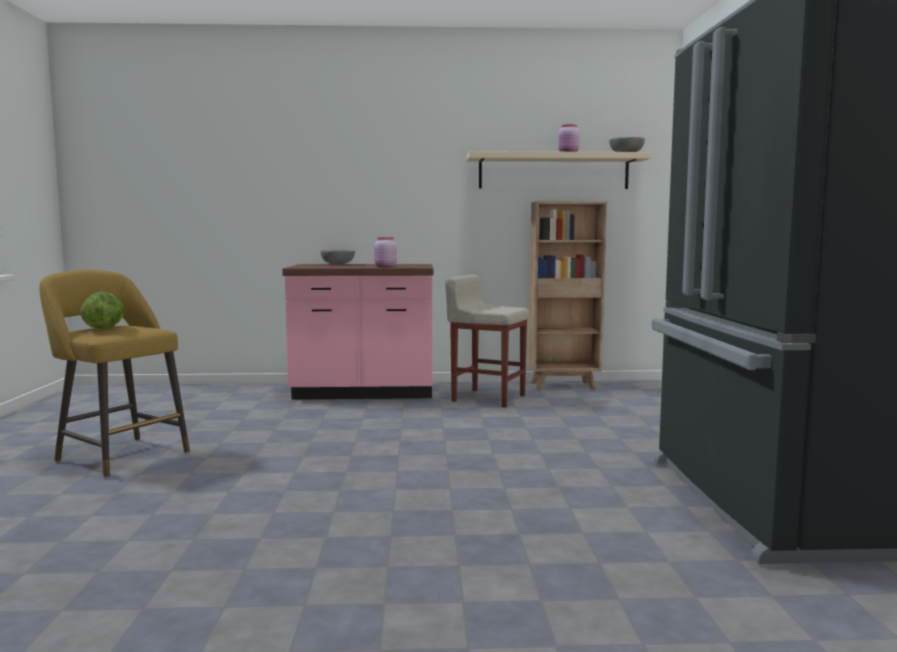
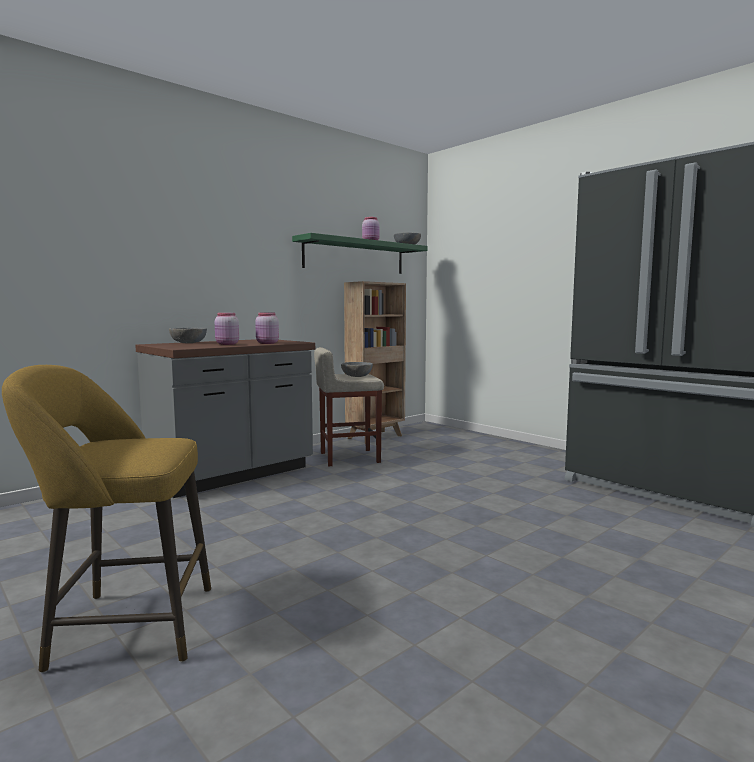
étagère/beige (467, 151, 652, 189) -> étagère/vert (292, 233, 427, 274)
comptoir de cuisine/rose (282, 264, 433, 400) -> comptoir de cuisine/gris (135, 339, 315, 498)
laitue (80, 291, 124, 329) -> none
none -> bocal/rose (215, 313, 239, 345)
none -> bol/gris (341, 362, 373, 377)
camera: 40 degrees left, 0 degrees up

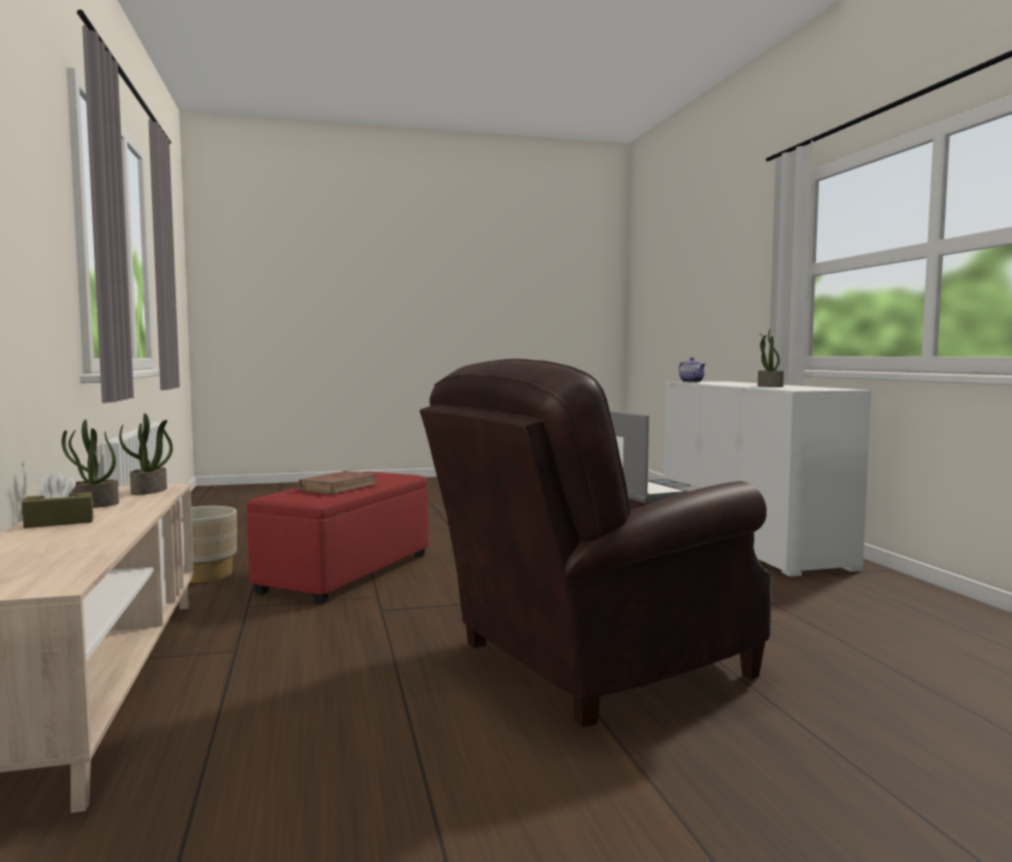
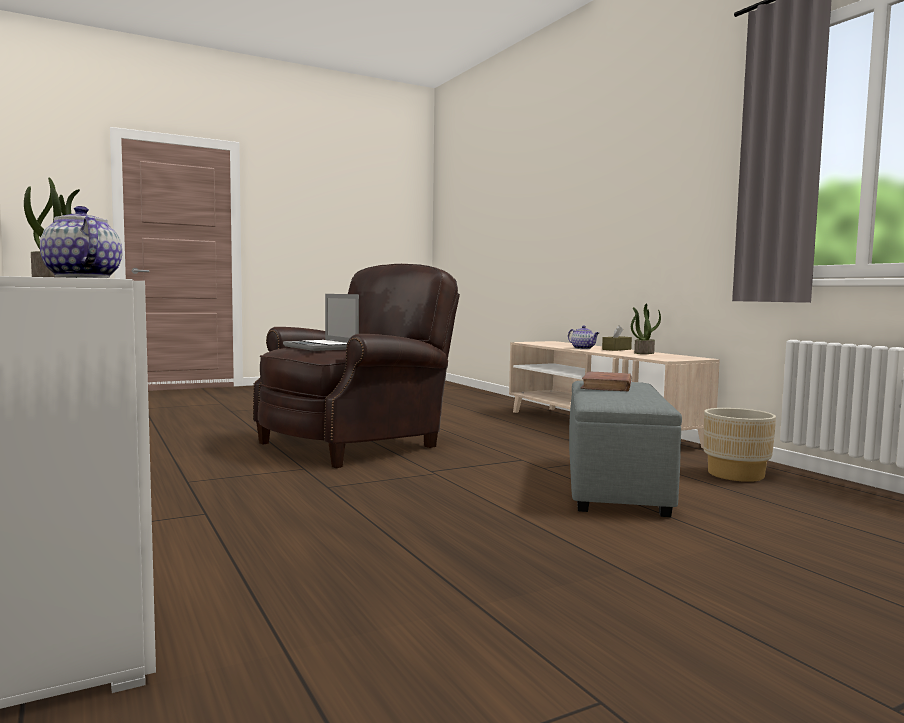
plante en pot (119, 413, 173, 495) -> none
pouf/rouge (247, 472, 429, 604) -> pouf/gris (569, 380, 682, 517)
none -> théière (568, 325, 599, 349)
camera: 165 degrees right, 0 degrees up

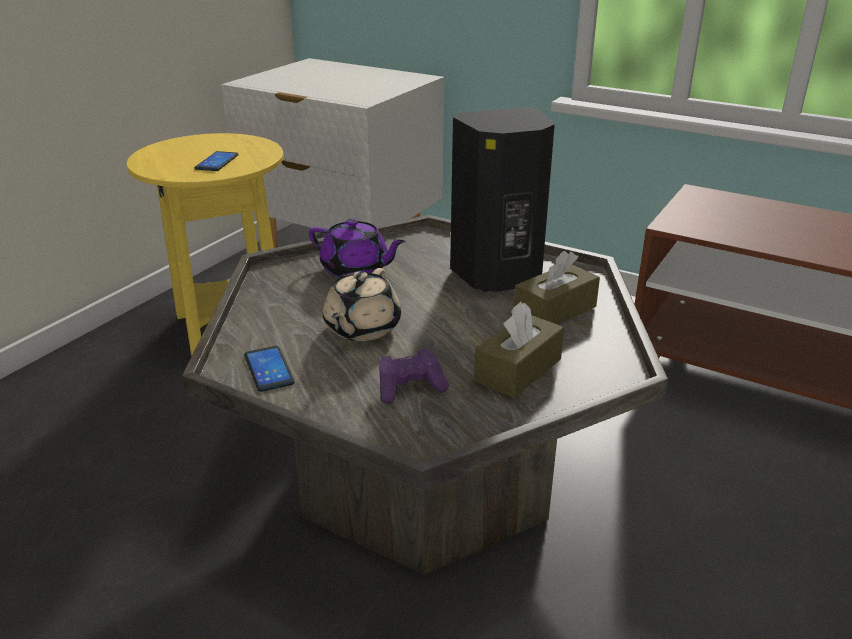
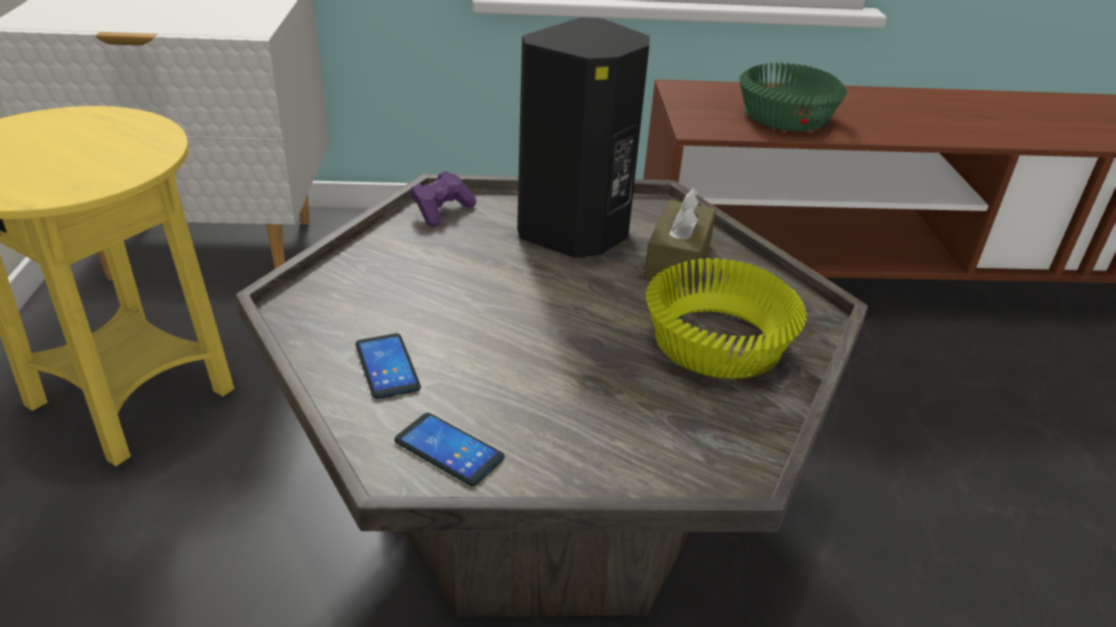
téléphone (194, 151, 239, 171) -> téléphone (356, 333, 421, 399), relocated
théière/violet (309, 219, 406, 278) -> none
théière/beige (323, 268, 401, 341) -> none
boîte à mouchoirs/marron (474, 302, 564, 398) -> bol/jaune (646, 258, 807, 379)
manette/violet (379, 349, 449, 404) -> manette/violet (410, 171, 476, 227), relocated
none -> bol/vert (739, 63, 847, 132)
camera: 35 degrees left, 5 degrees up

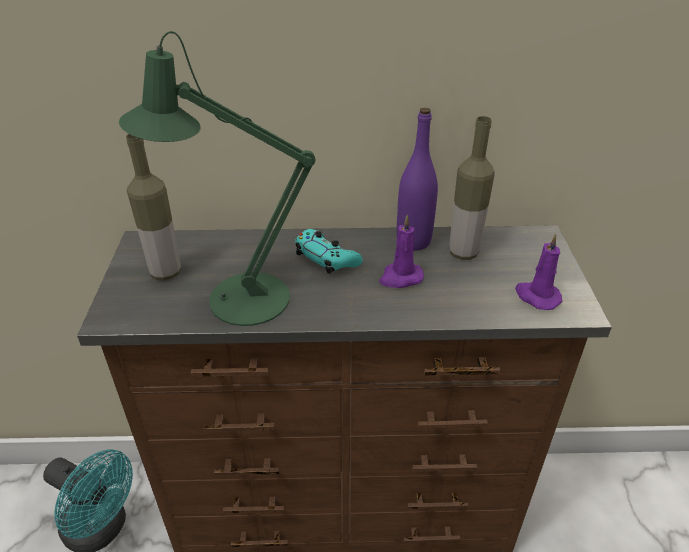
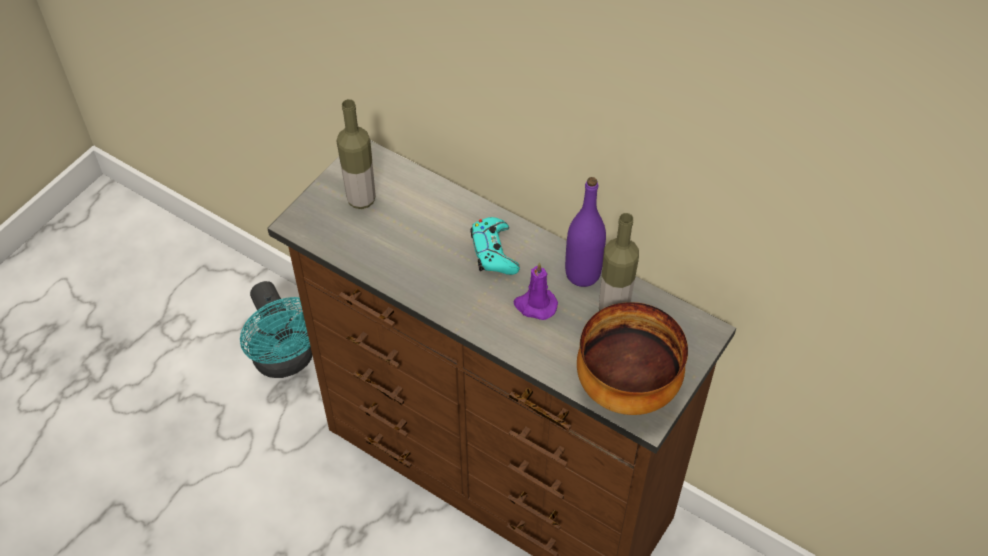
lampe de table/vert (119, 31, 316, 326) -> none
bougie/violet (515, 233, 562, 310) -> bol (577, 302, 688, 415)
camera: 35 degrees right, 15 degrees up

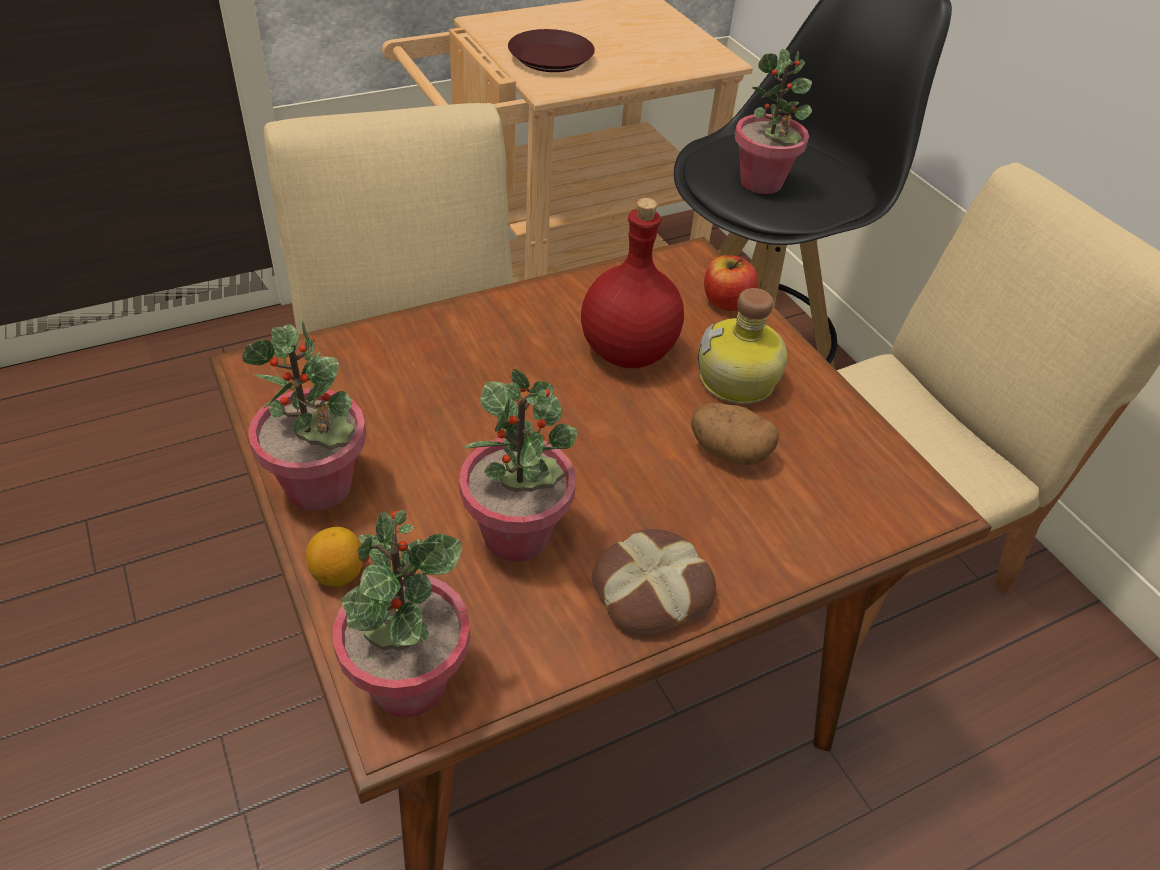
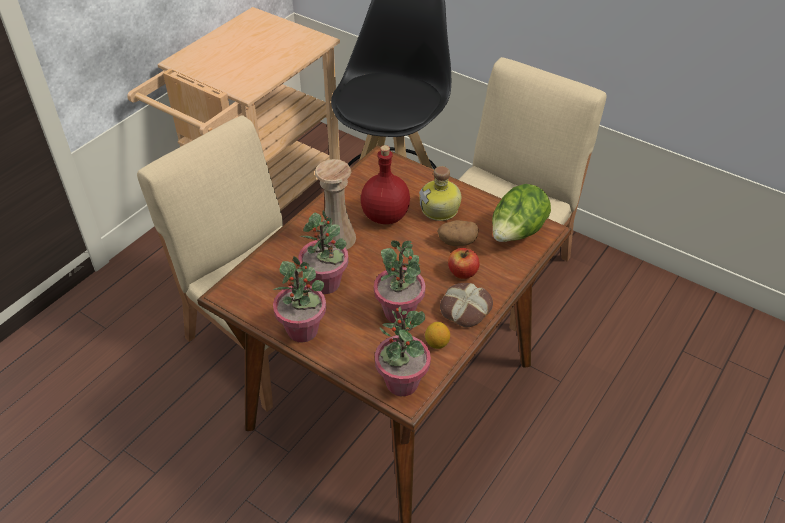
assiette/marron (508, 29, 595, 72) -> none
plante en pot (735, 49, 812, 194) -> plante en pot (298, 210, 349, 294), relocated
pomme (704, 255, 758, 311) -> pomme (448, 248, 480, 279), relocated
citron (306, 527, 363, 587) -> citron (425, 322, 450, 349), relocated
none -> vase/beige (315, 159, 356, 249)
none -> laitue (492, 184, 551, 242)
camera: 25 degrees left, 0 degrees up

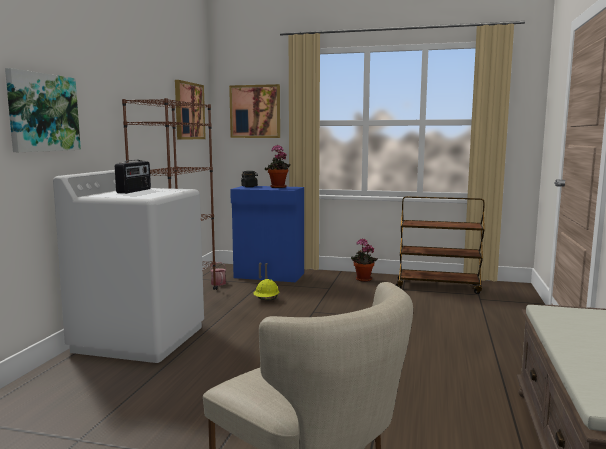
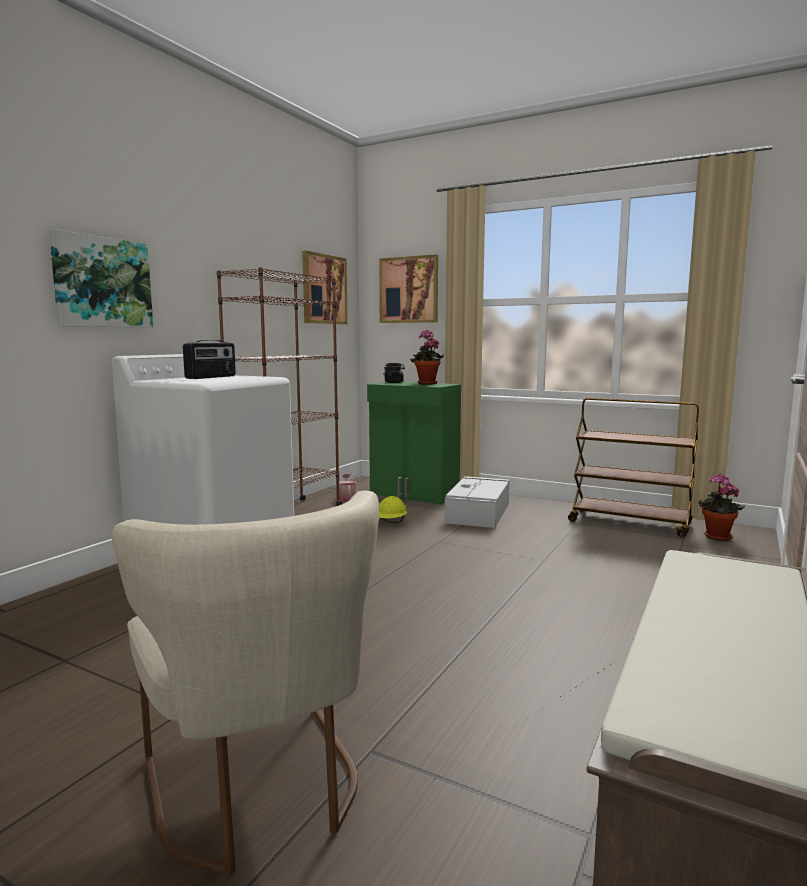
meuble de rangement/bleu (230, 186, 304, 282) -> meuble de rangement/vert (367, 382, 461, 504)
plante en pot (351, 238, 378, 282) -> plante en pot (699, 473, 745, 541), relocated
none -> boîte de rangement/gris (444, 476, 510, 528)
camera: 15 degrees right, 0 degrees up

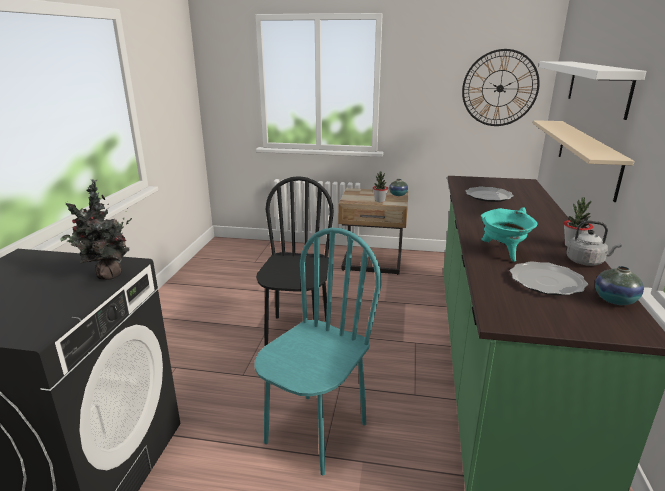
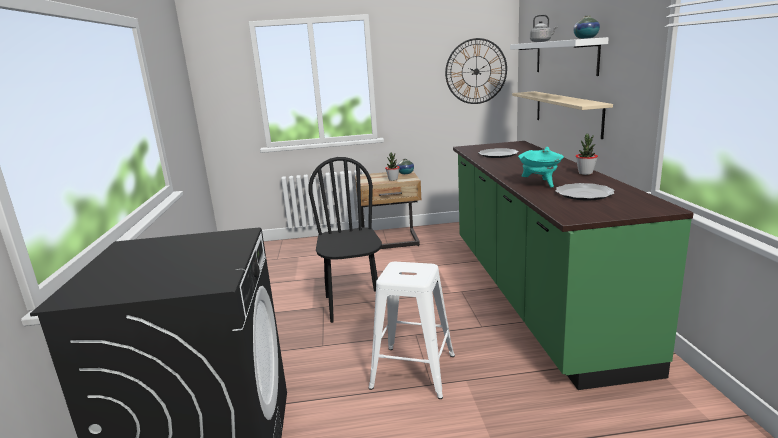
plante en pot (60, 179, 132, 280) -> none
bouilloire/gris (566, 221, 622, 266) -> bouilloire/gris (530, 15, 558, 42), relocated
chaise/turquoise (254, 228, 381, 476) -> tabouret/blanc (369, 262, 455, 399)
vase (595, 266, 644, 305) -> vase (573, 15, 600, 39), relocated
camera: 15 degrees left, 5 degrees down

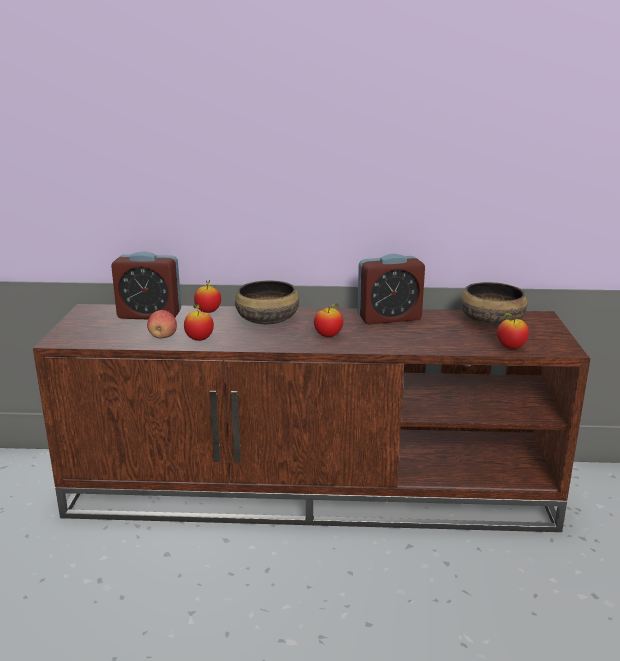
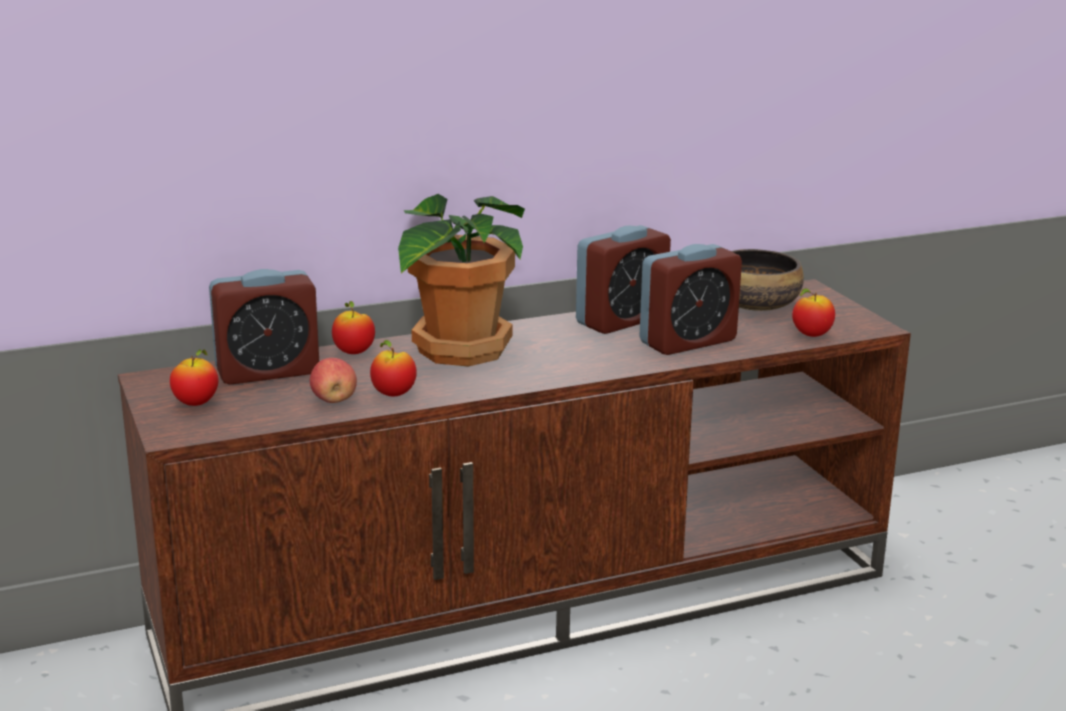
bol (235, 280, 299, 324) -> plante en pot (398, 194, 525, 367)
pomme (314, 303, 343, 337) -> pomme (170, 349, 218, 406), relocated
none -> réveil (639, 244, 742, 355)
camera: 25 degrees left, 0 degrees up

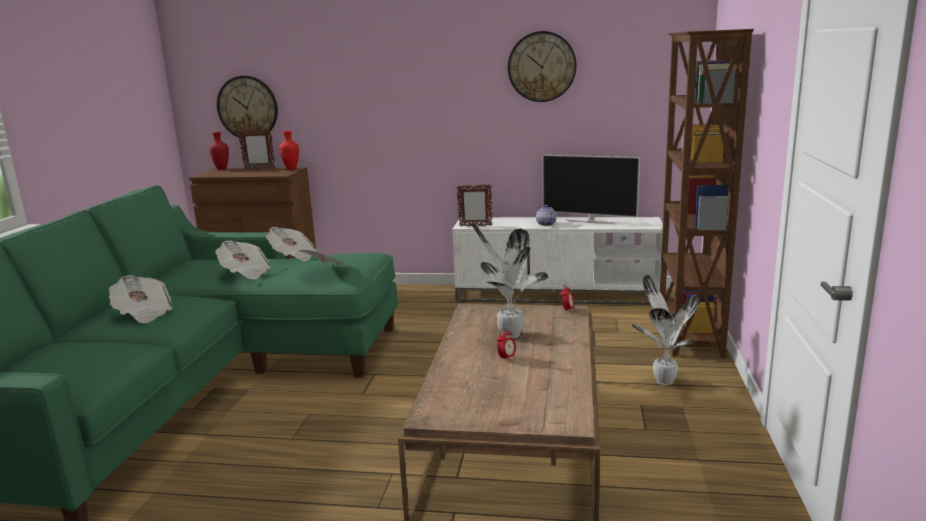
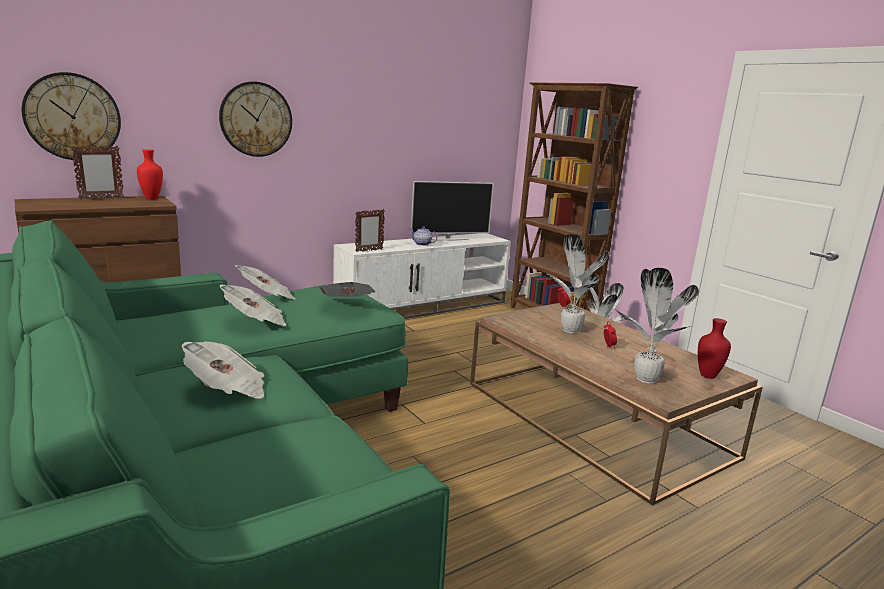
horloge murale (508, 31, 576, 102) -> horloge murale (219, 82, 292, 157), relocated
vase/rouge (209, 132, 229, 170) -> vase/rouge (698, 318, 731, 379), relocated
none -> plante en pot (616, 268, 699, 384)
camera: 45 degrees left, 0 degrees up

